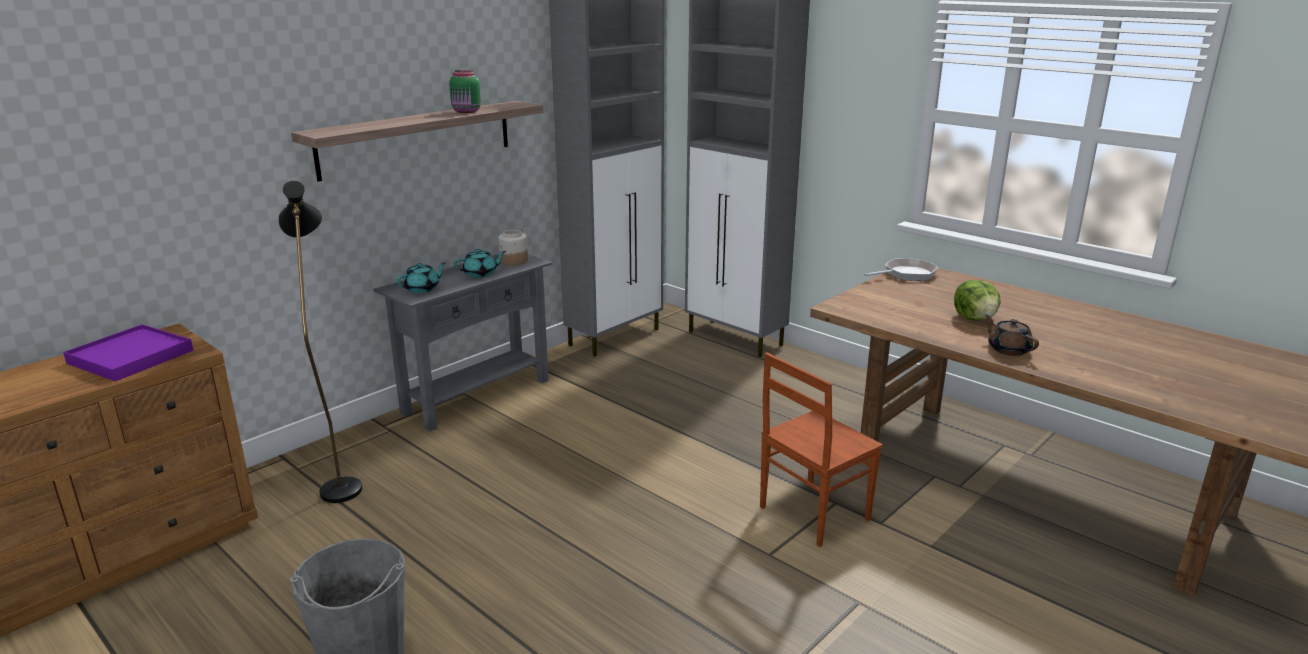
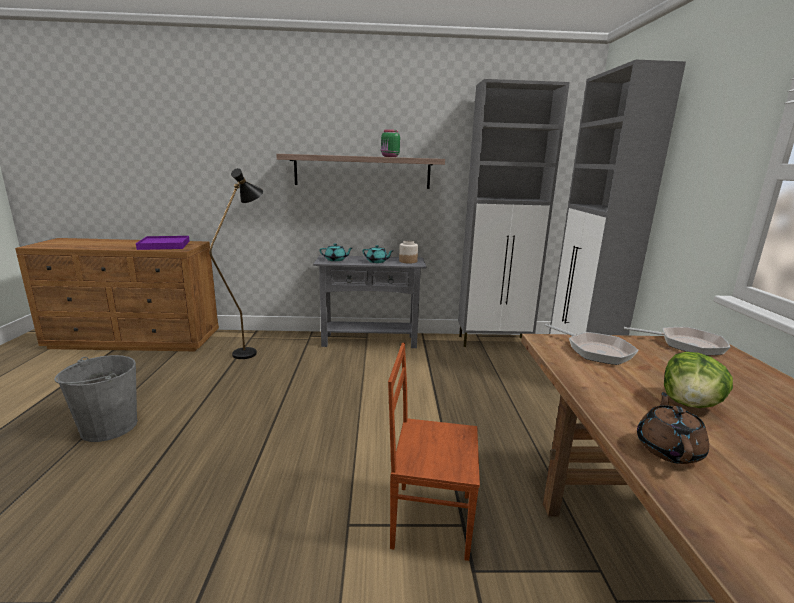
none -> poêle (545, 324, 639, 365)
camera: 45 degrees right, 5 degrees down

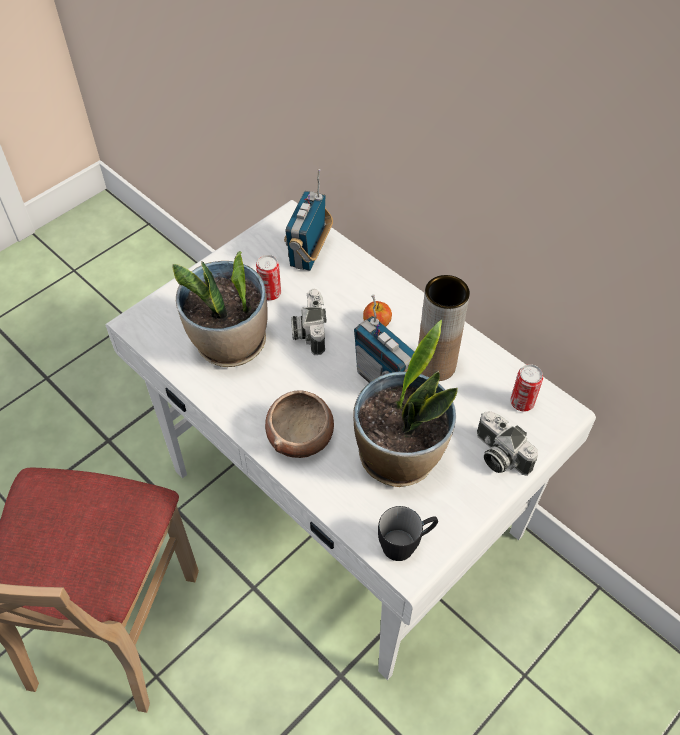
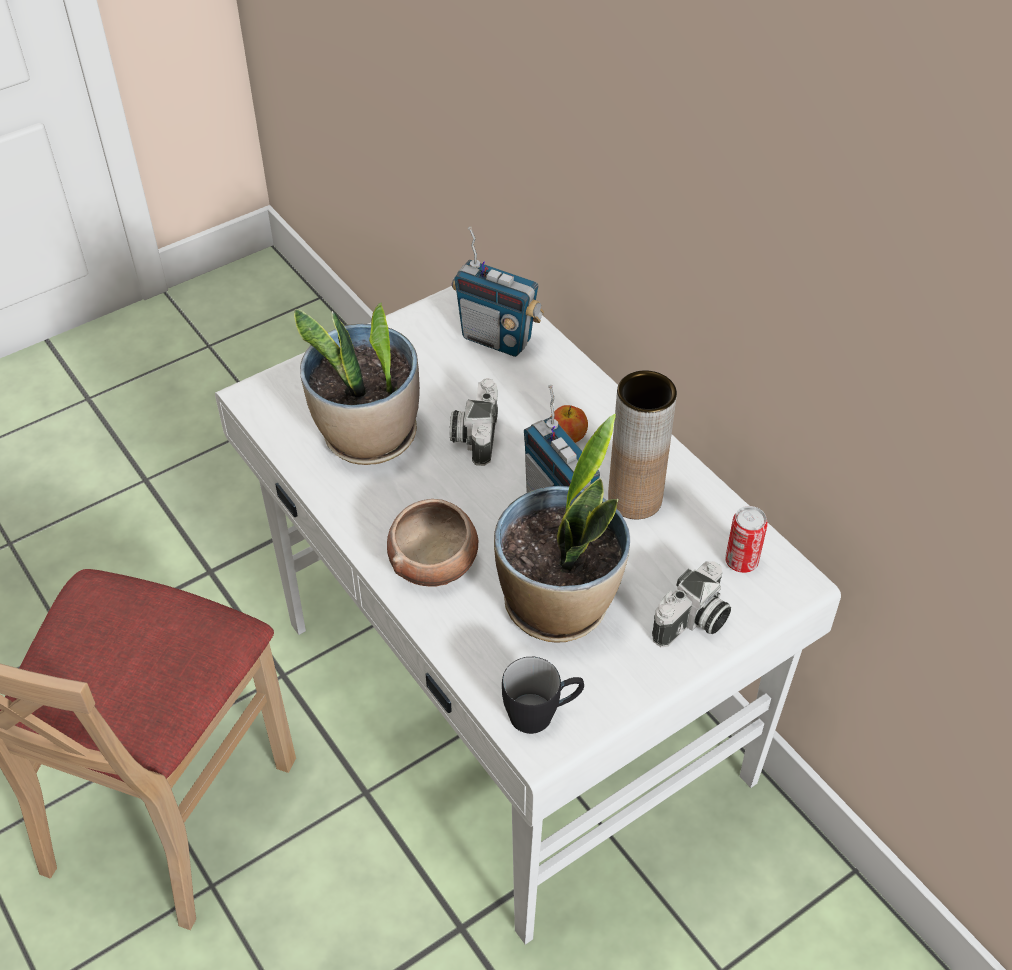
radio (284, 169, 333, 271) -> radio (452, 227, 544, 357), 90 degrees counterclockwise
boîte métallique (256, 255, 281, 301) -> none
appareil photo (477, 411, 538, 476) -> appareil photo (652, 561, 731, 647), 105 degrees counterclockwise
camera: 10 degrees right, 5 degrees down

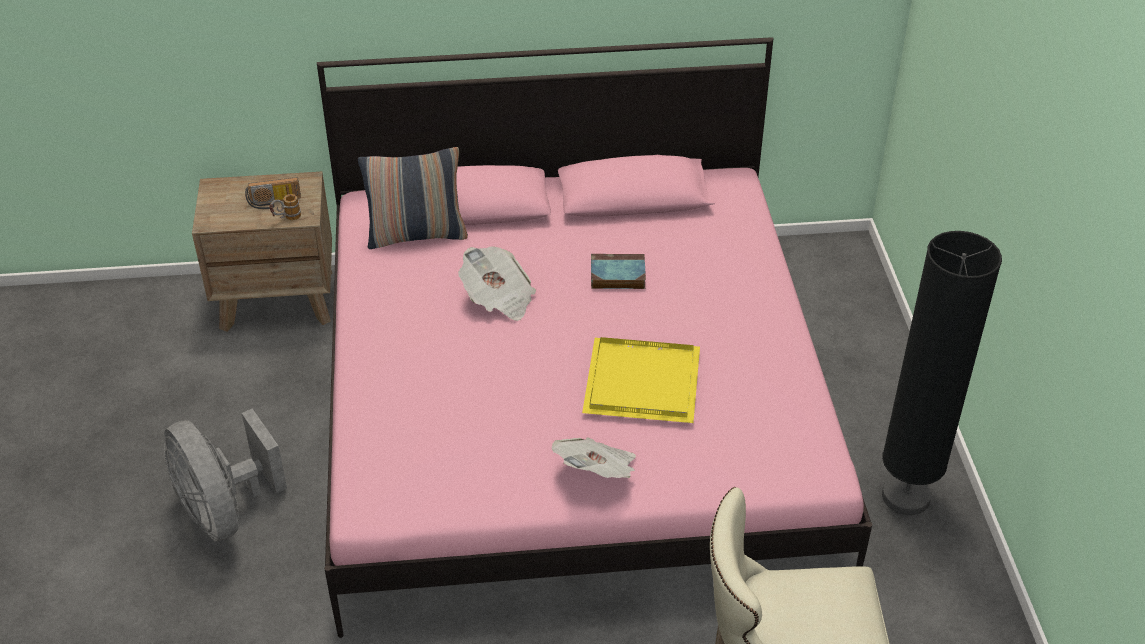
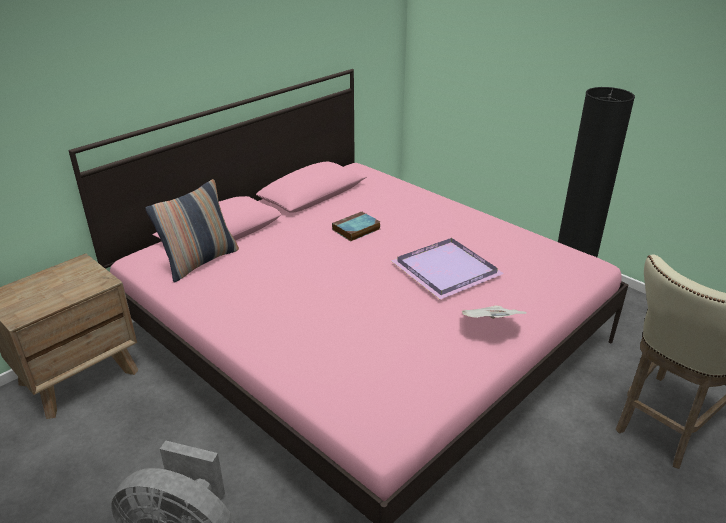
radio (245, 177, 301, 209) -> none
mug (269, 194, 301, 220) -> none
journal (458, 246, 536, 321) -> none
plateau/jaune (582, 337, 700, 423) -> plateau/violet (391, 238, 504, 300)
camera: 40 degrees left, 10 degrees down

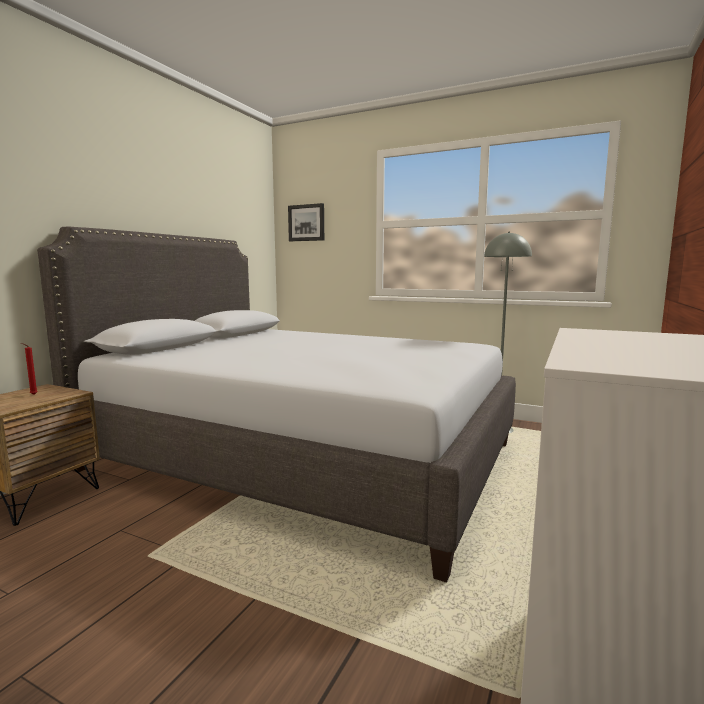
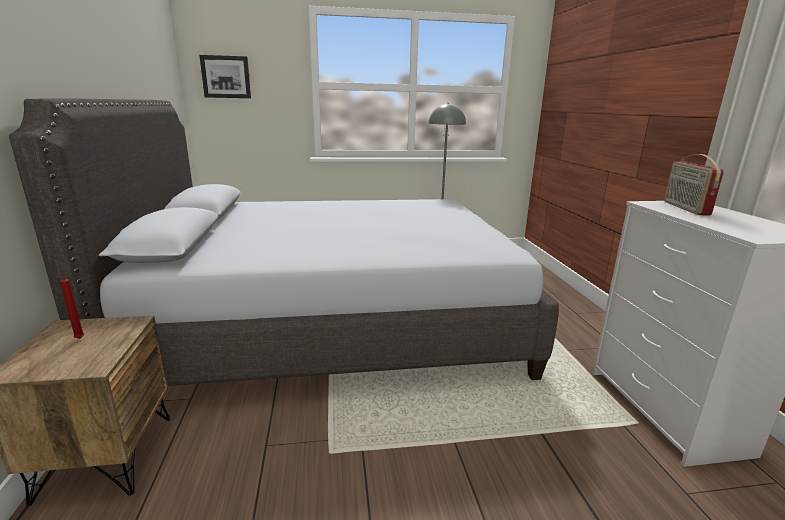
none -> radio (664, 154, 724, 216)
camera: 35 degrees left, 10 degrees up

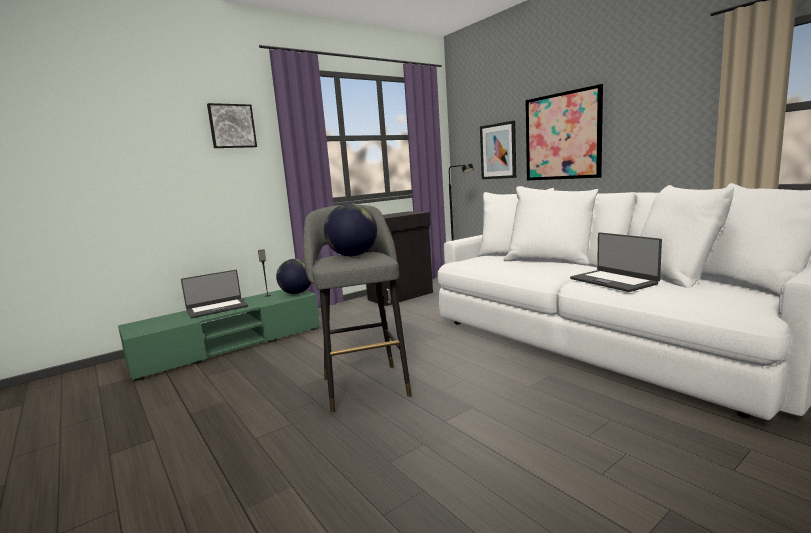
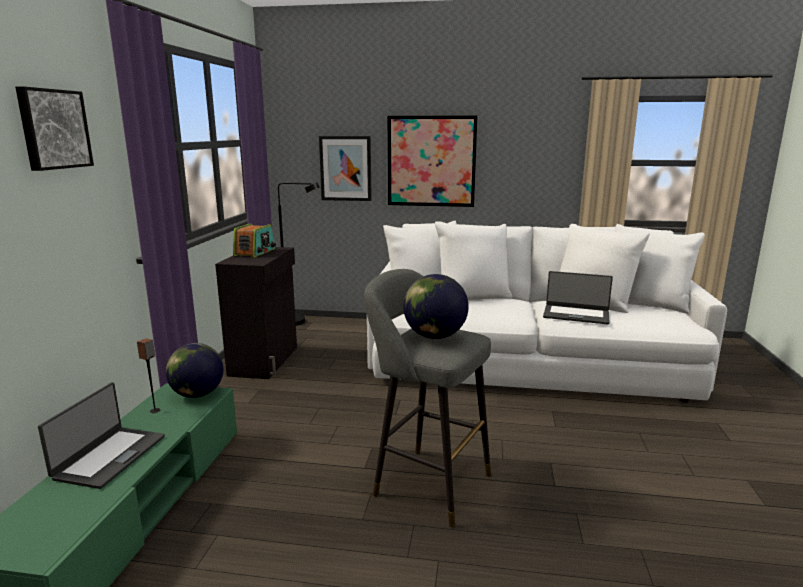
none -> radio (233, 223, 276, 257)
camera: 45 degrees left, 5 degrees up

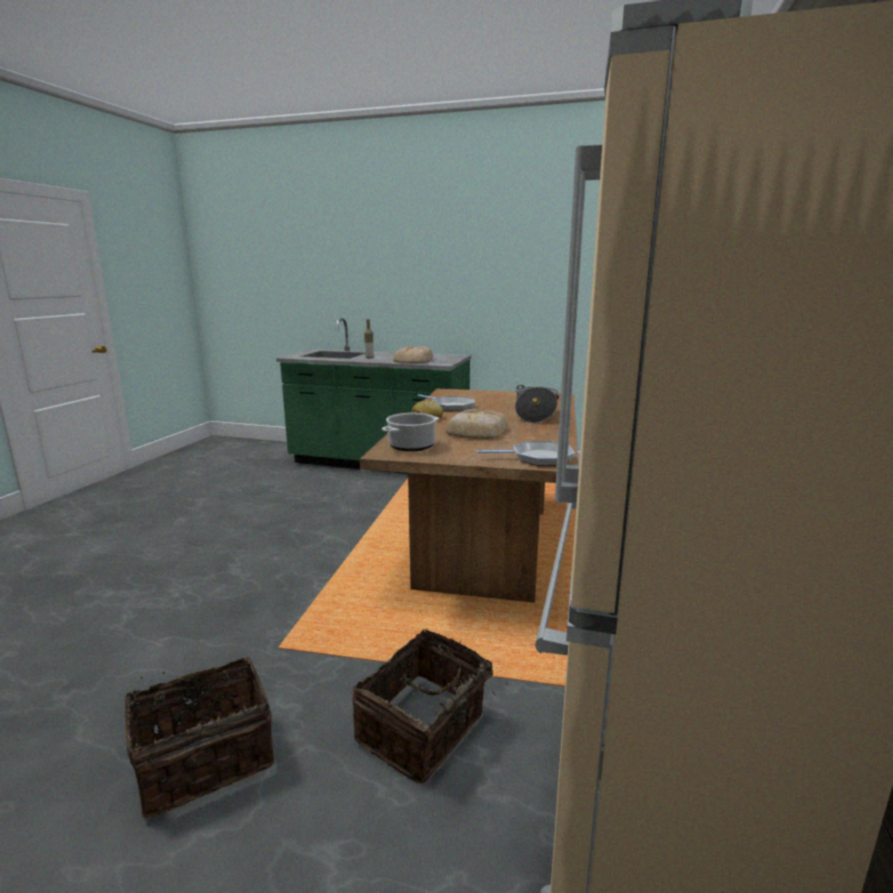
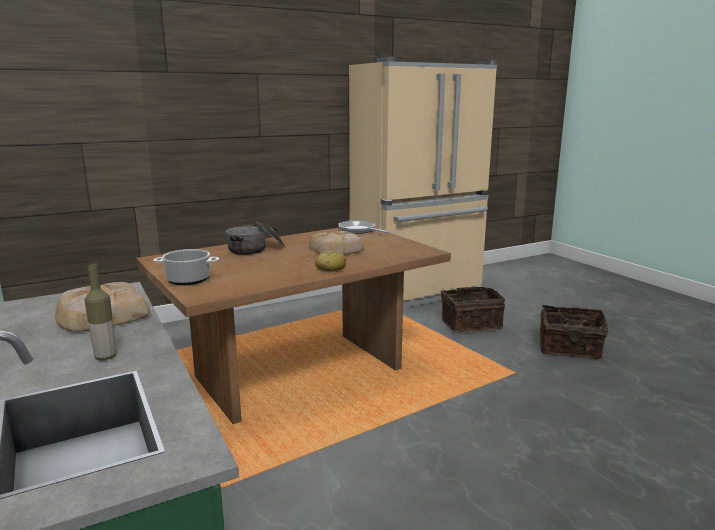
poêle (418, 394, 475, 411) -> none
marmite (382, 413, 439, 452) -> marmite (153, 249, 219, 285), relocated
camera: 135 degrees left, 0 degrees up

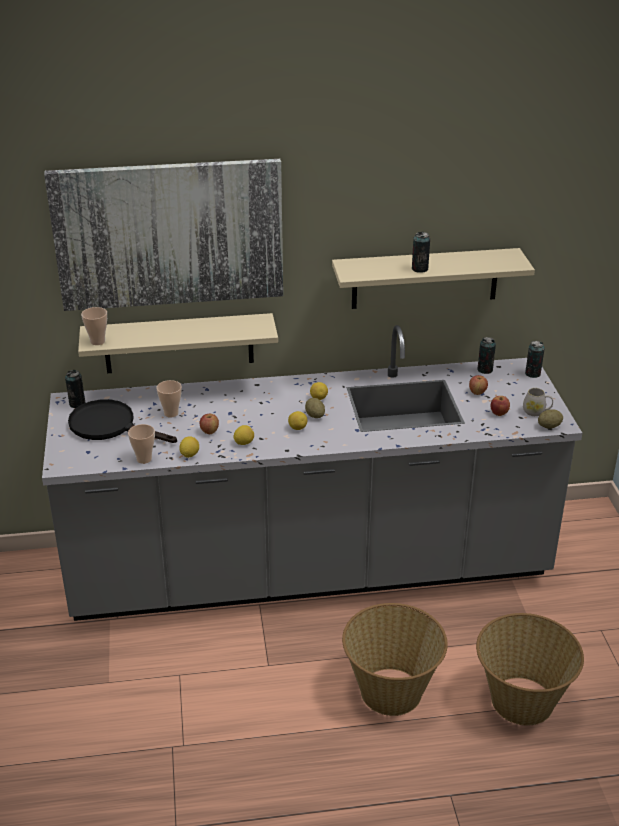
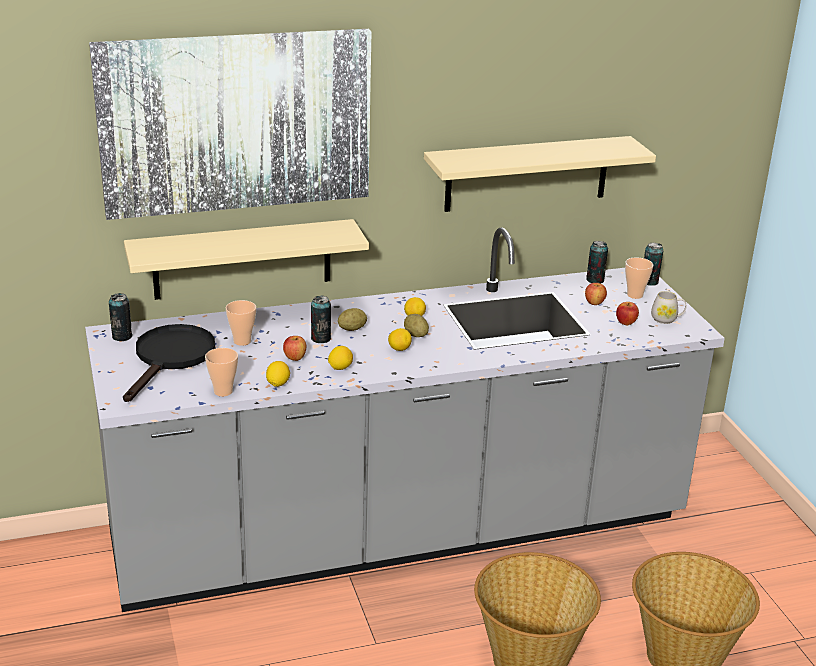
boîte métallique (412, 232, 430, 273) -> boîte métallique (311, 296, 331, 343), relocated
tasse (81, 307, 107, 345) -> tasse (625, 258, 653, 299), relocated
poêle/noir (68, 399, 177, 443) -> poêle/noir (123, 324, 215, 402), 90 degrees clockwise
pomme de terre (538, 409, 563, 429) -> pomme de terre (338, 308, 367, 331), relocated
camera: 10 degrees left, 5 degrees down

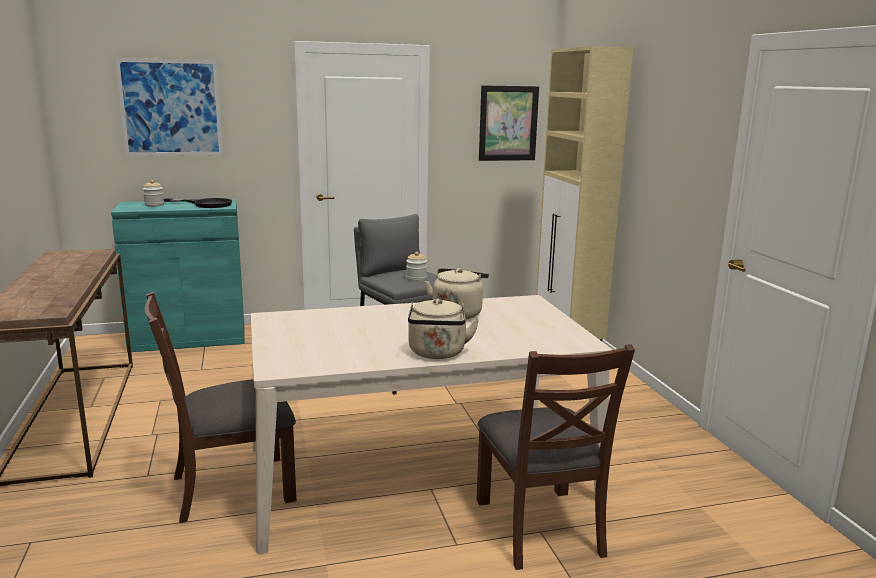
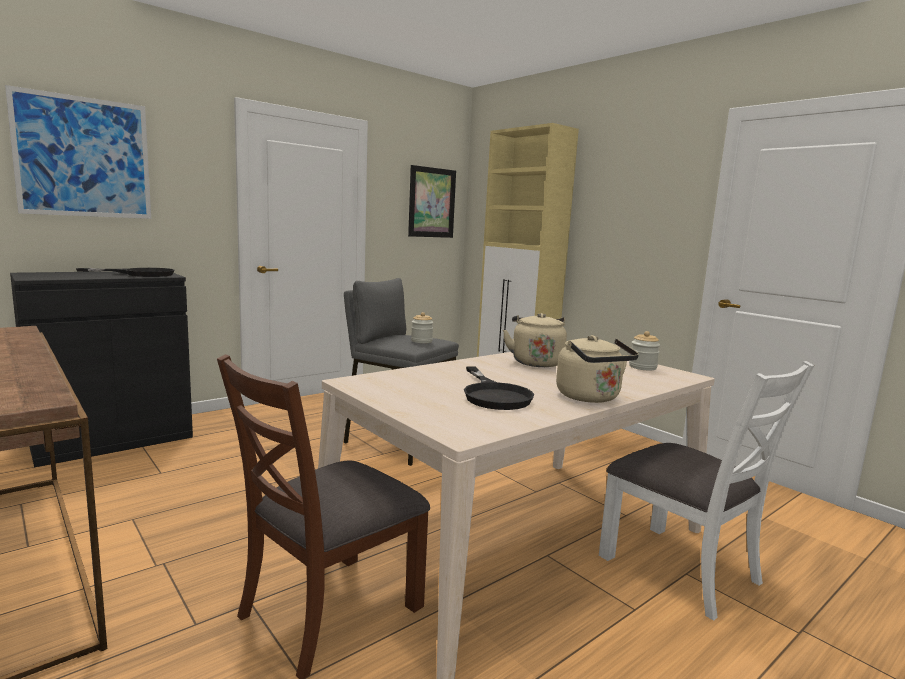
bocal (143, 180, 164, 207) -> bocal (629, 331, 660, 370), relocated
meuble de rangement/turquoise (111, 199, 245, 353) -> meuble de rangement/noir (10, 271, 193, 467)
chaise/marron (476, 344, 635, 570) -> chaise/blanc (599, 361, 814, 621)
none -> poêle/noir (464, 366, 534, 410)
camera: 25 degrees left, 5 degrees down

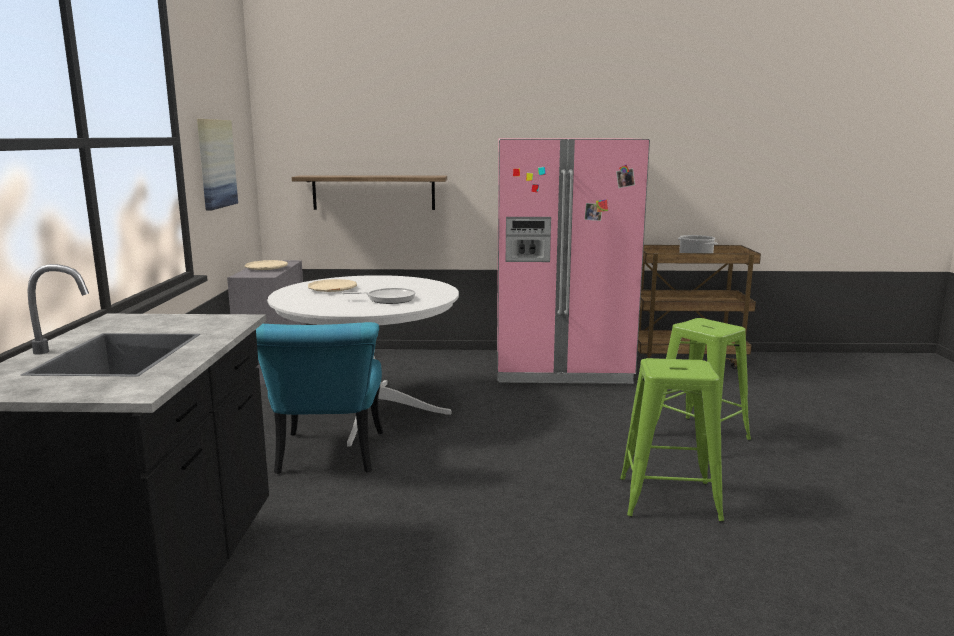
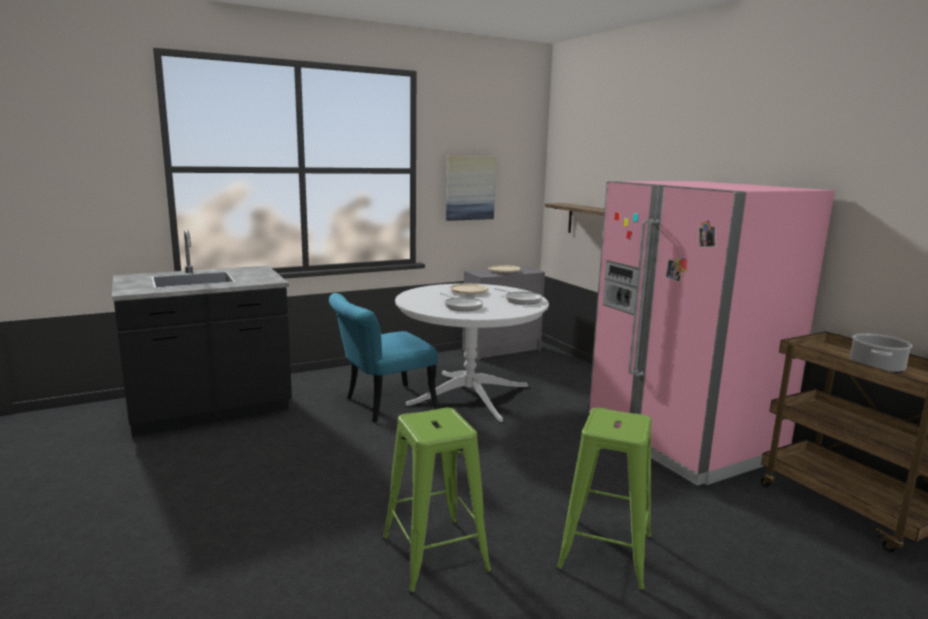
none -> poêle (494, 288, 542, 305)
camera: 60 degrees right, 0 degrees up

